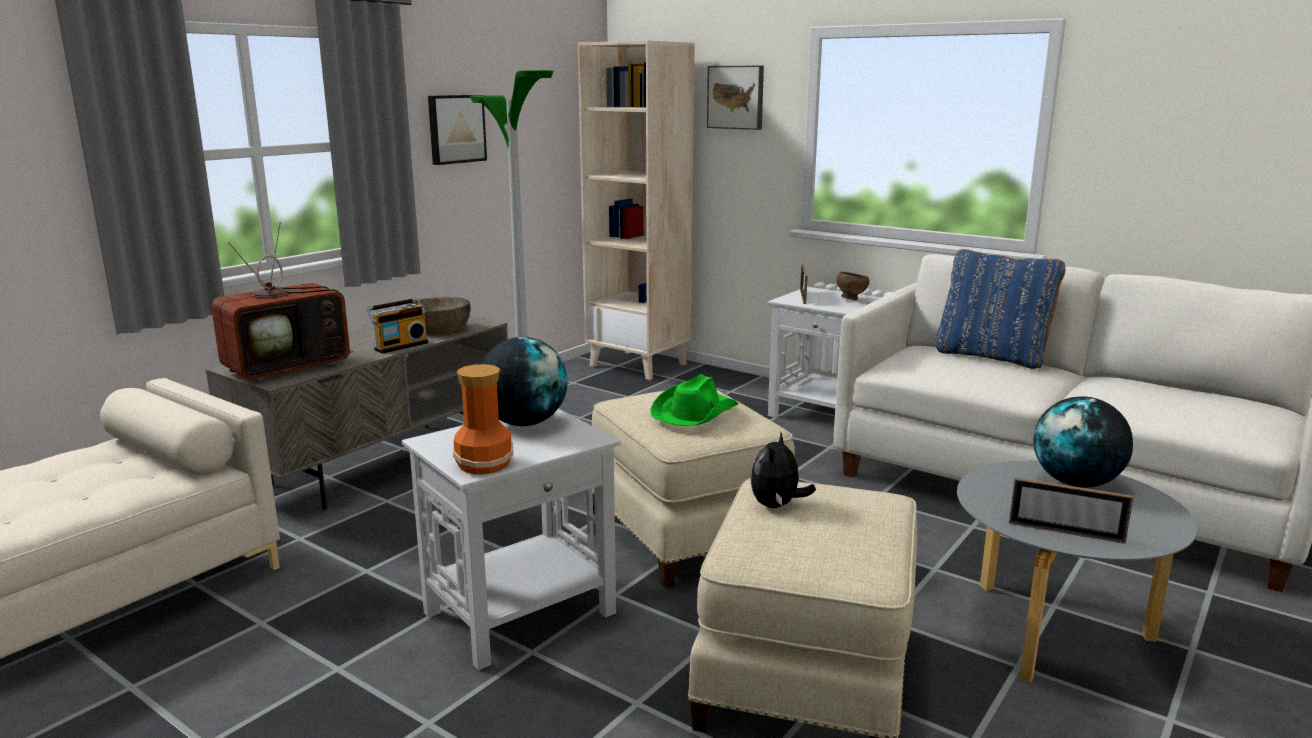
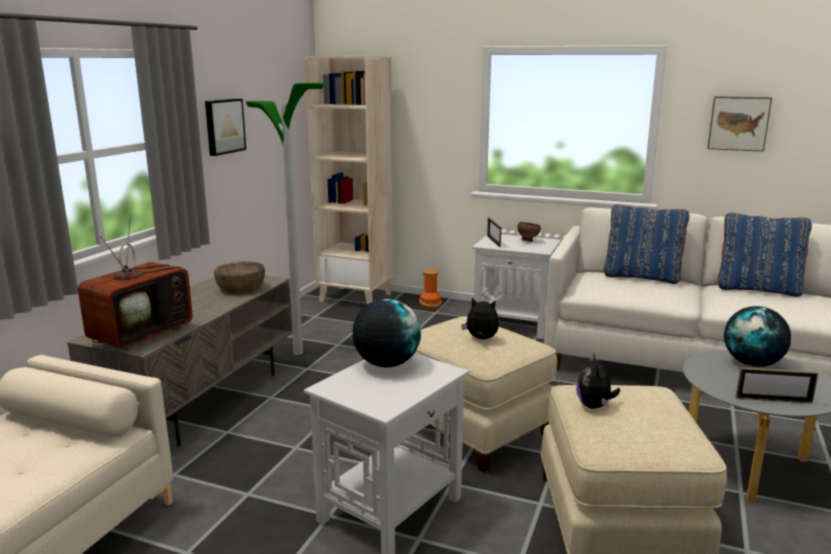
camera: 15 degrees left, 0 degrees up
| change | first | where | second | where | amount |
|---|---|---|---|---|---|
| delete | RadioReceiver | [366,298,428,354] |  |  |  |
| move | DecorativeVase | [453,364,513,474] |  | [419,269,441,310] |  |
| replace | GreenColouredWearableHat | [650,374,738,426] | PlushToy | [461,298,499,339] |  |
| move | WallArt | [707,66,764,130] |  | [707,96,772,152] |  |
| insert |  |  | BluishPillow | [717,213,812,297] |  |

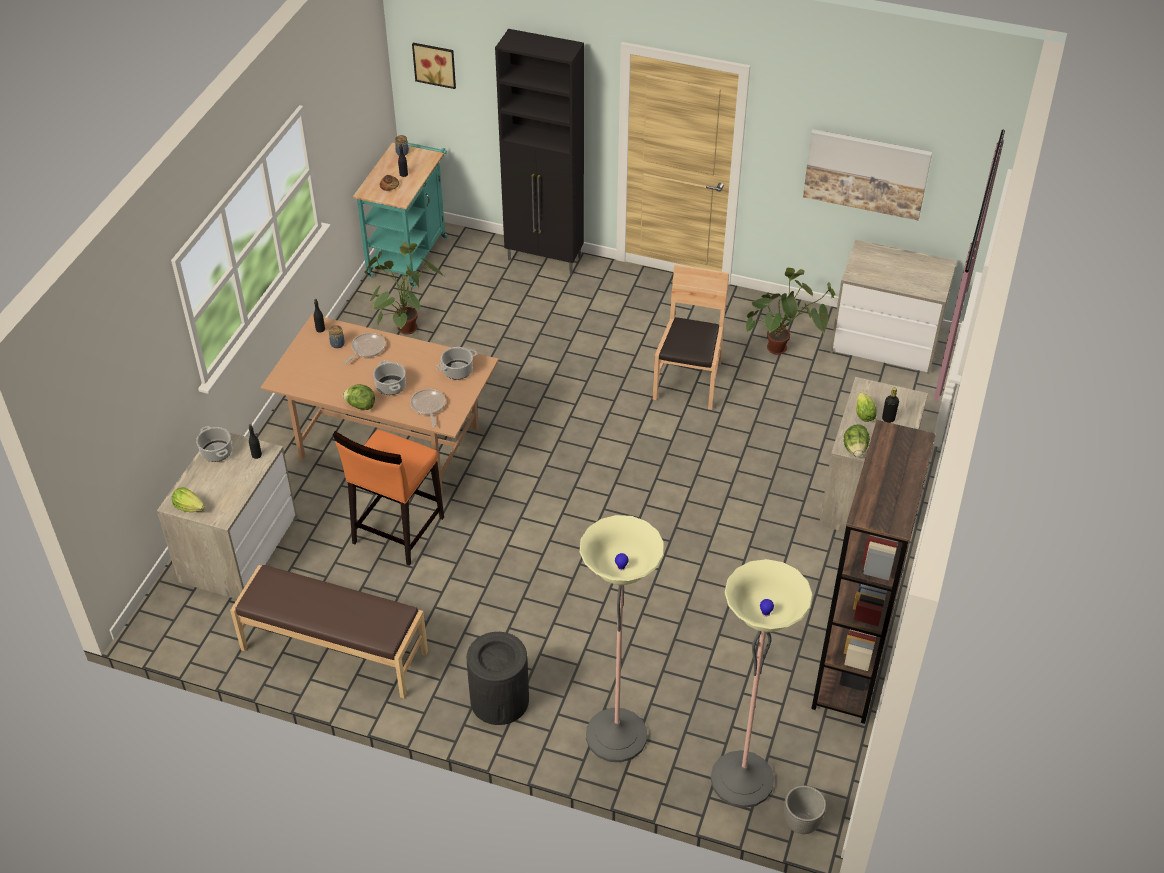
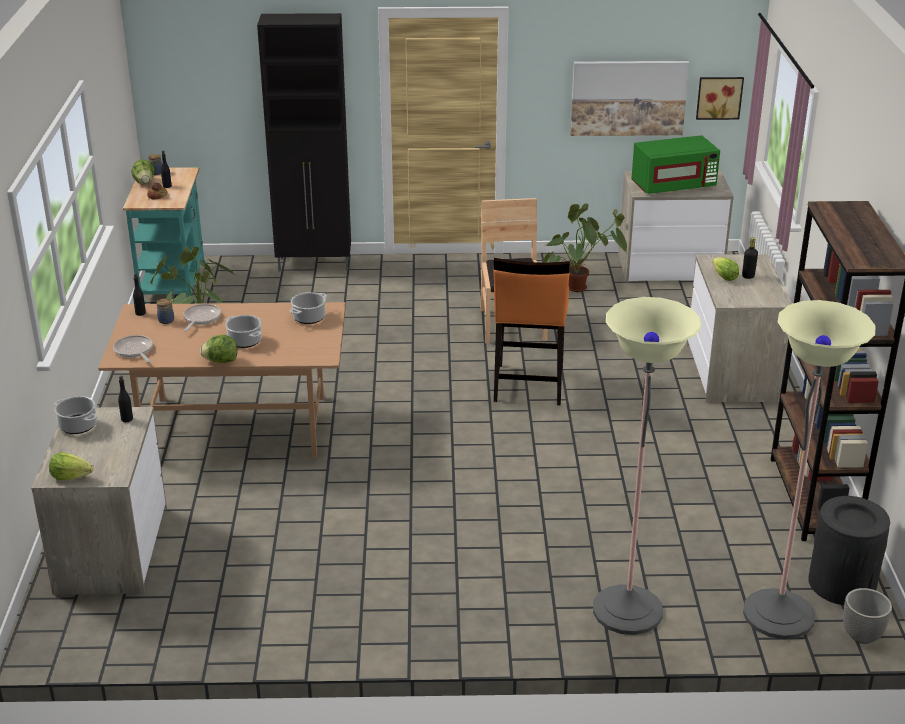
camera: 20 degrees left, 15 degrees down
| change | first | where | second | where | amount |
|---|---|---|---|---|---|
| delete | BrownBench | [230,565,428,698] |  |  |  |
| move | OrangeyStoolSeat | [333,430,444,566] |  | [493,258,570,405] |  |
| move | Pan | [410,389,445,427] |  | [113,335,153,362] |  |
| move | WallArt | [412,43,456,89] |  | [696,77,744,120] |  |
| move | BlackTrashCan | [467,632,529,725] |  | [808,496,890,605] |  |
| move | HeadOfLettuce | [844,424,870,457] |  | [132,159,155,185] |  |
| insert |  |  | GreenColouredKitchenMicrowave | [632,135,720,194] |  |

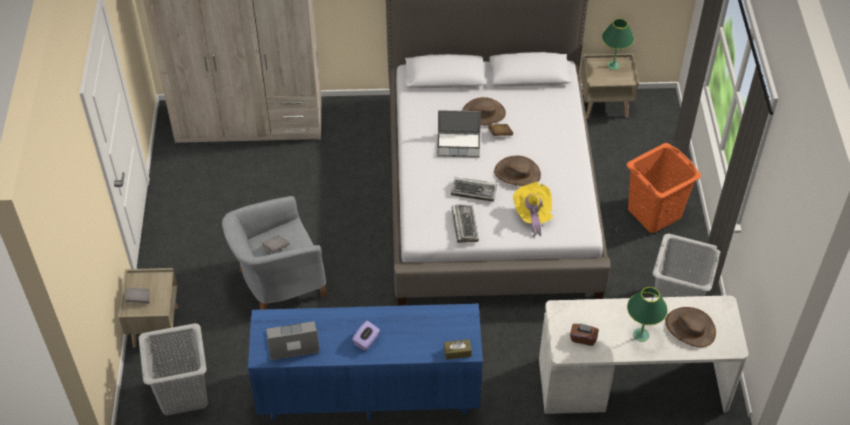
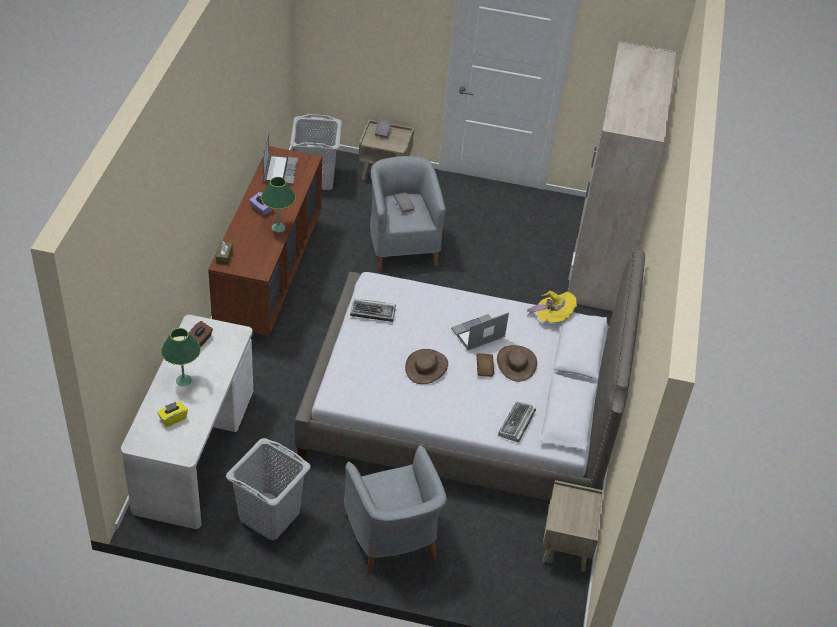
camera: 100 degrees right, 5 degrees down
| change | first | where | second | where | amount |
|---|---|---|---|---|---|
| recolor | BluishChestOfDrawers | [248,304,483,420] | BrownChestOfDrawers | [208,146,322,339] |  |
| rotate | PortableComputer | [437,110,481,158] |  | [451,312,509,350] | 45 degrees clockwise |
| move | PcKeyboard | [451,177,497,202] |  | [498,402,536,443] |  |
| move | YellowColouredWearableHat | [513,181,553,237] |  | [527,291,577,323] |  |
| move | GreenColouredTableLamp | [602,19,634,70] |  | [261,177,296,232] |  |
| replace | OrangeyWashingBasket | [626,143,701,233] | GreyLoungeChair | [344,445,447,574] |  |
| replace | BrownWearableHat | [665,307,716,347] | YellowColouredTissueBox | [157,402,188,427] |  |

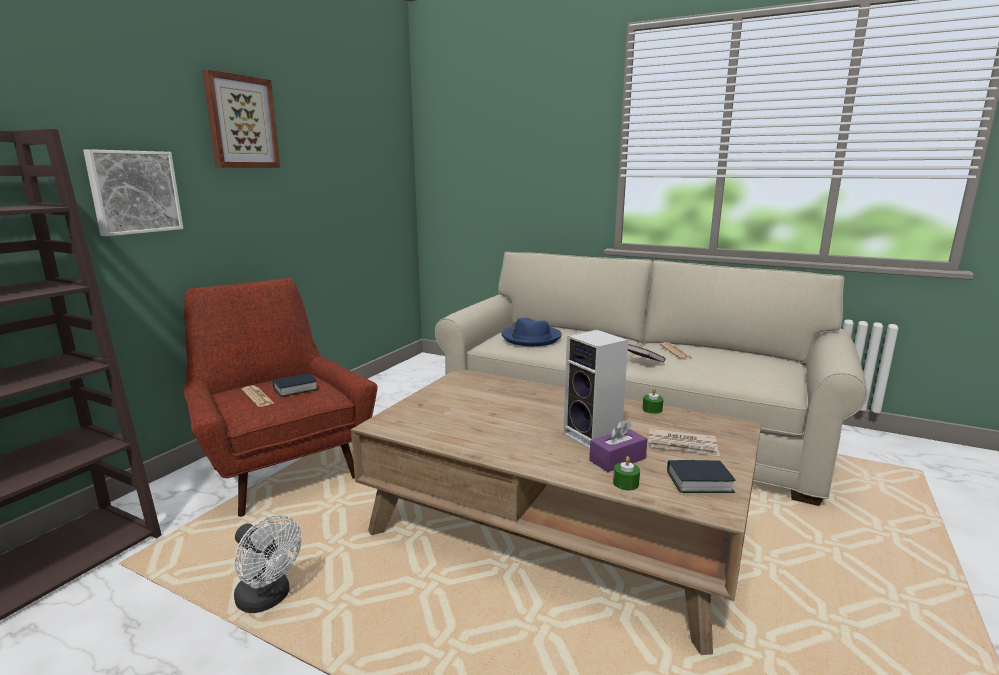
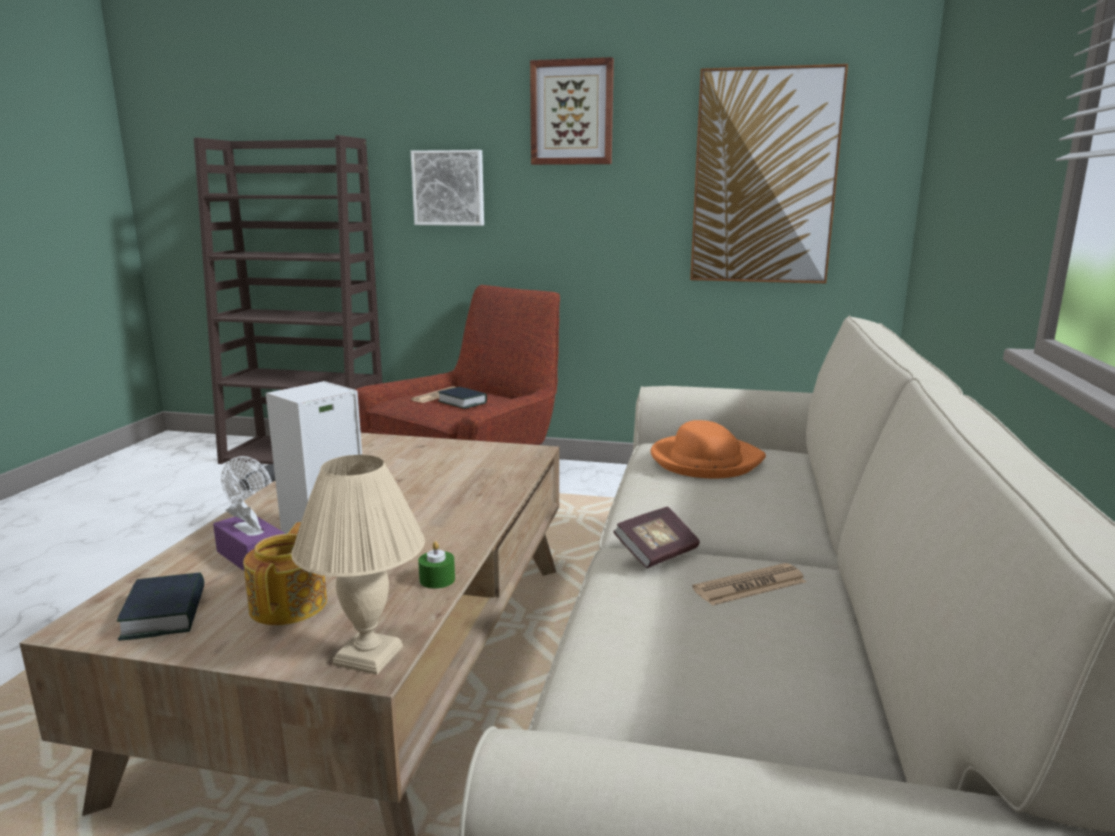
camera: 75 degrees right, 0 degrees up
| change | first | where | second | where | amount |
|---|---|---|---|---|---|
| recolor | BluishWearableHat | [502,318,562,346] | OrangeyWearableHat | [650,420,766,478] |  |
| delete | GreenColouredWaxLight | [613,456,640,490] |  |  |  |
| replace | PrintedPaper | [648,428,720,456] | Teapot | [243,522,327,625] |  |
| insert |  |  | SandColouredTableLamp | [291,455,425,675] |  |
| insert |  |  | WallArt | [690,64,848,283] |  |

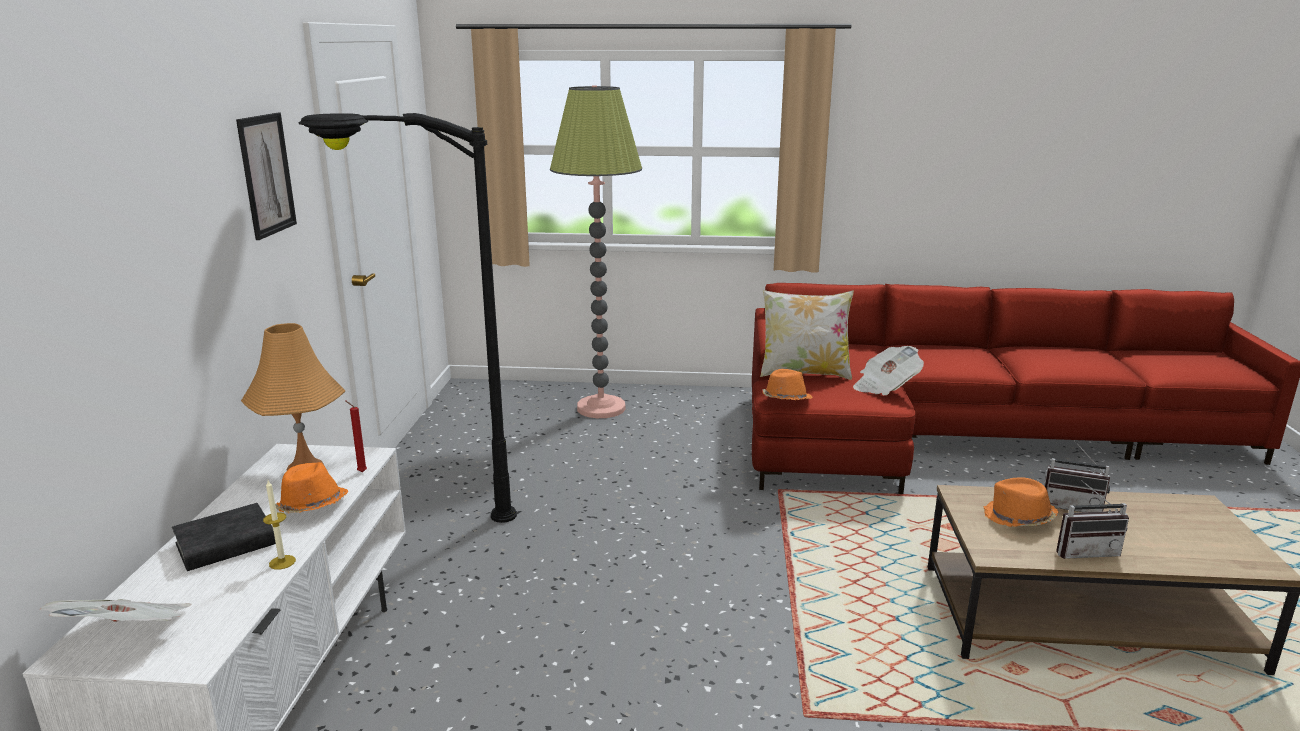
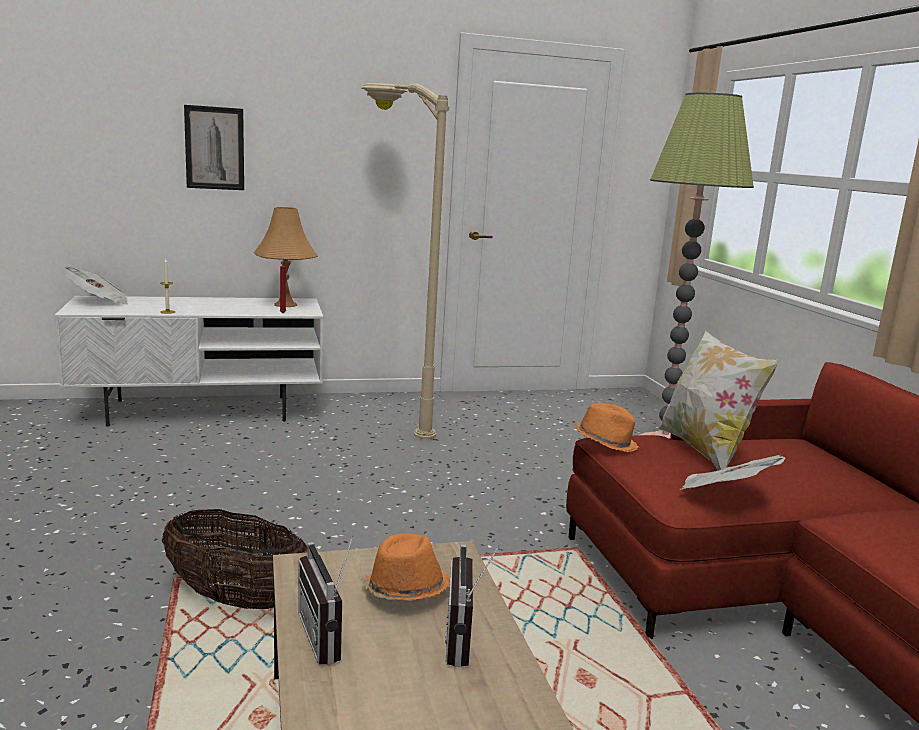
camera: 70 degrees right, 5 degrees down
| change | first | where | second | where | amount |
|---|---|---|---|---|---|
| delete | BlackBook | [172,503,276,571] |  |  |  |
| move | WallArt | [236,113,297,240] |  | [184,105,244,190] |  |
| delete | OrangeyWearableHat | [275,462,348,514] |  |  |  |
| recolor | BlackStandingLamp | [298,113,517,523] | SandColouredStandingLamp | [361,83,449,439] |  |
| insert |  |  | HouseholdBasket | [162,509,308,609] |  |

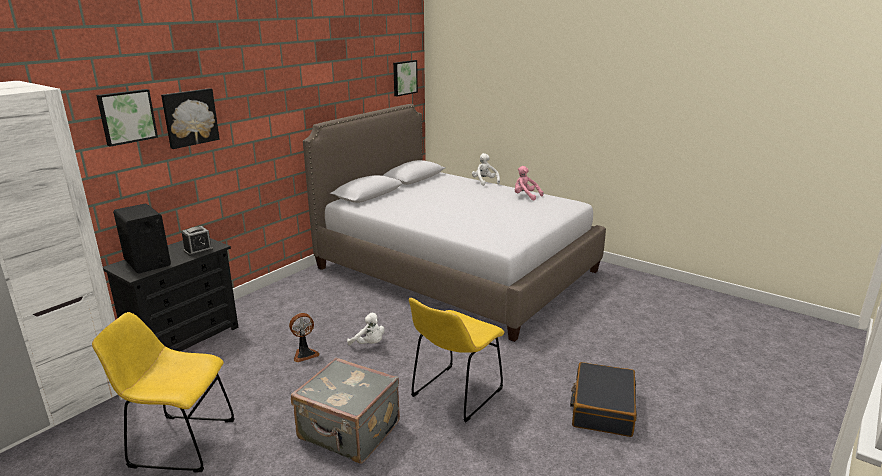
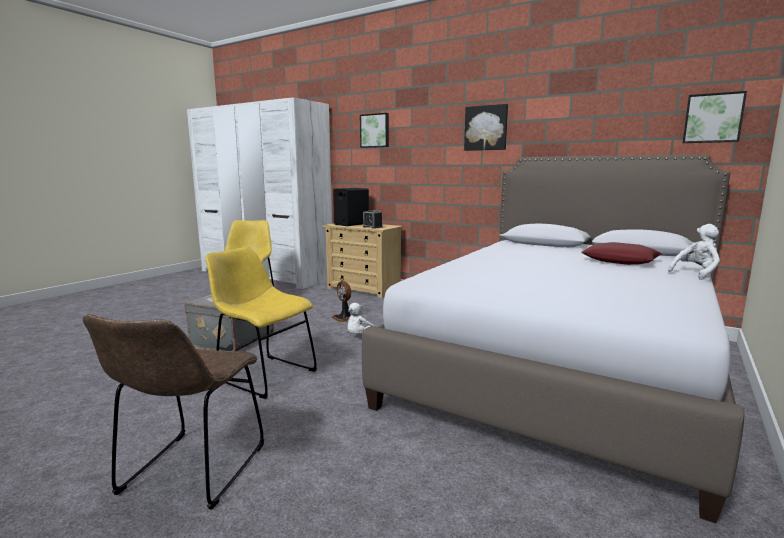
camera: 85 degrees right, 10 degrees down
| change | first | where | second | where | amount |
|---|---|---|---|---|---|
| recolor | BlackChestOfDrawers | [103,238,239,352] | SandColouredChestOfDrawers | [323,223,403,298] |  |
| move | WallArt | [161,88,220,149] |  | [464,104,508,151] |  |
| delete | PinkPlushToy | [515,166,544,200] |  |  |  |
| replace | BlackTravelCase | [570,362,637,437] | BrownUprightChair | [83,314,264,510] |  |
| insert |  |  | RedPillow | [581,242,662,265] |  |

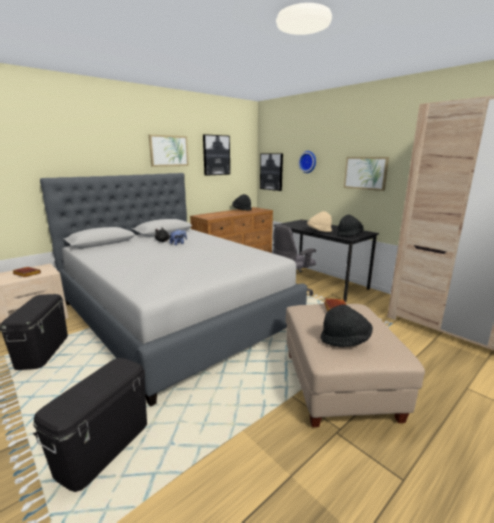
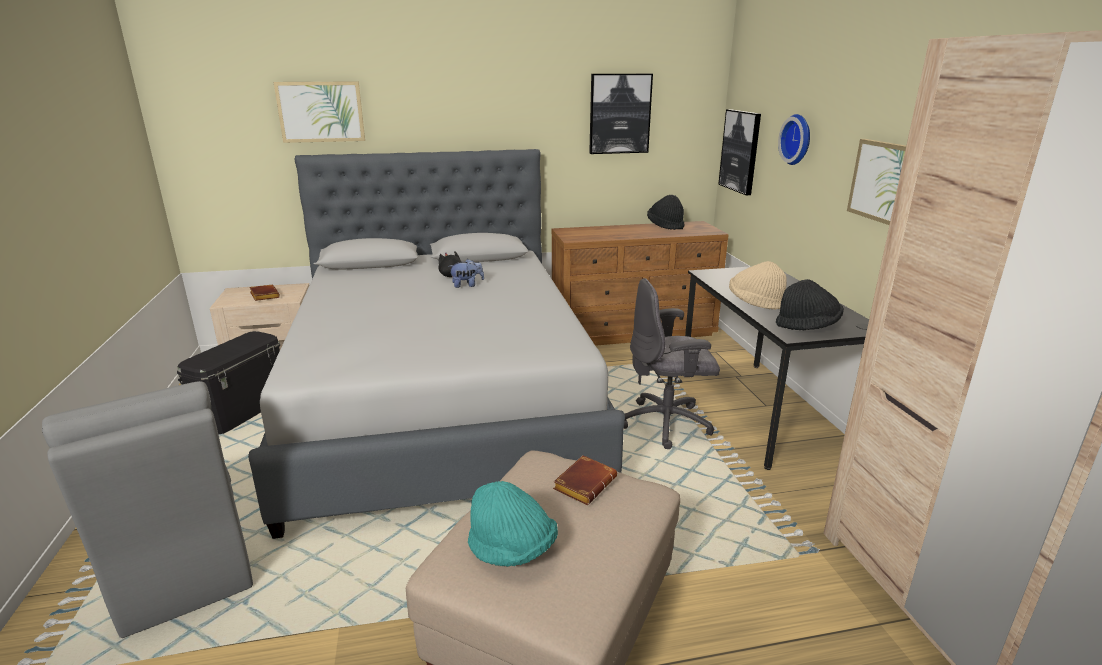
camera: 30 degrees right, 5 degrees up
| change | first | where | second | where | amount |
|---|---|---|---|---|---|
| replace | BlackStorageContainer | [33,358,147,492] | GreyUprightChair | [42,381,253,638] |  |
| move | WallArt | [149,135,189,167] |  | [274,81,365,143] |  |
| recolor | BlackWearableHat | [321,304,373,347] | BlueGreenWearableHat | [468,481,558,567] |  |

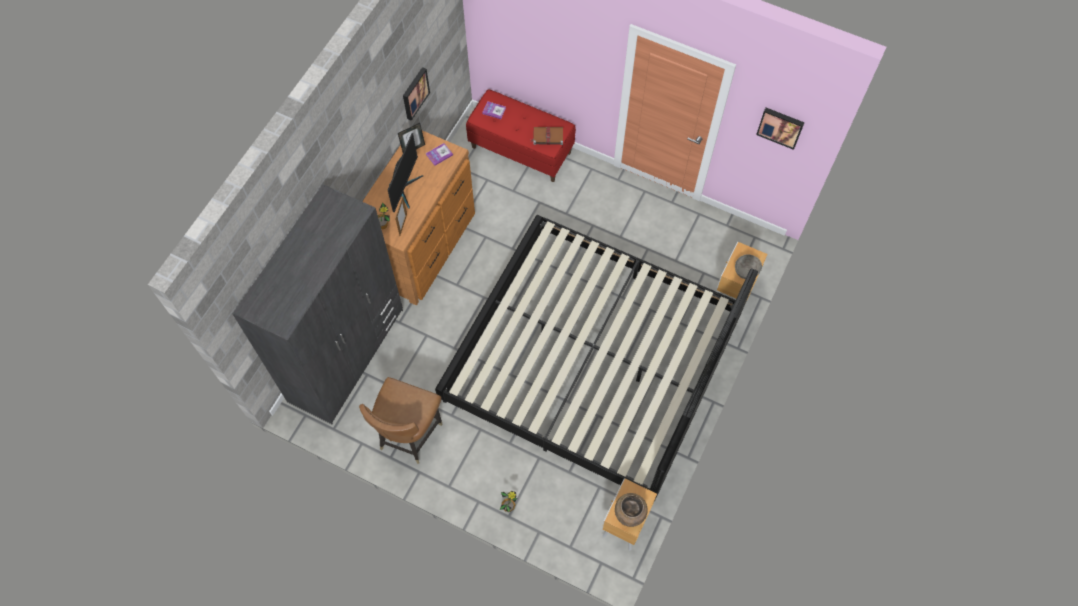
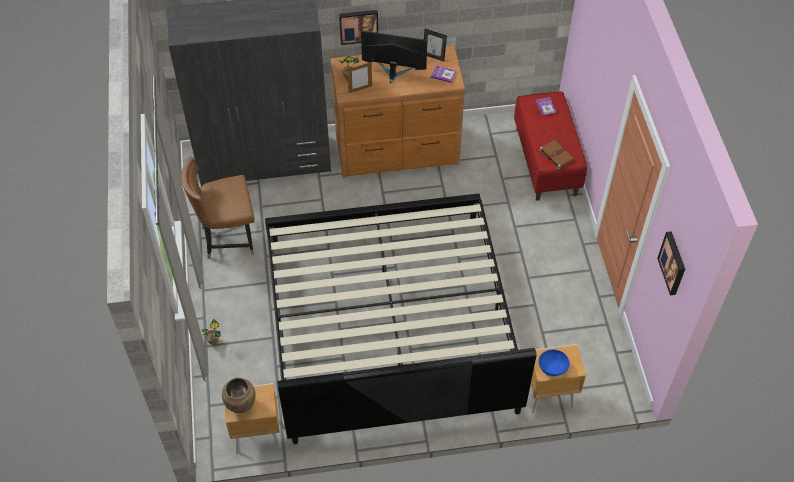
camera: 55 degrees right, 10 degrees down
| change | first | where | second | where | amount |
|---|---|---|---|---|---|
| rotate | ComputerDisplay | [388,133,423,212] |  | [361,30,427,83] | 150 degrees counterclockwise |
| move | WallArt | [403,67,430,121] |  | [339,10,378,45] |  |
| recolor | GreyDeepDish | [735,254,762,279] | BluishDeepDish | [539,349,570,376] |  |

